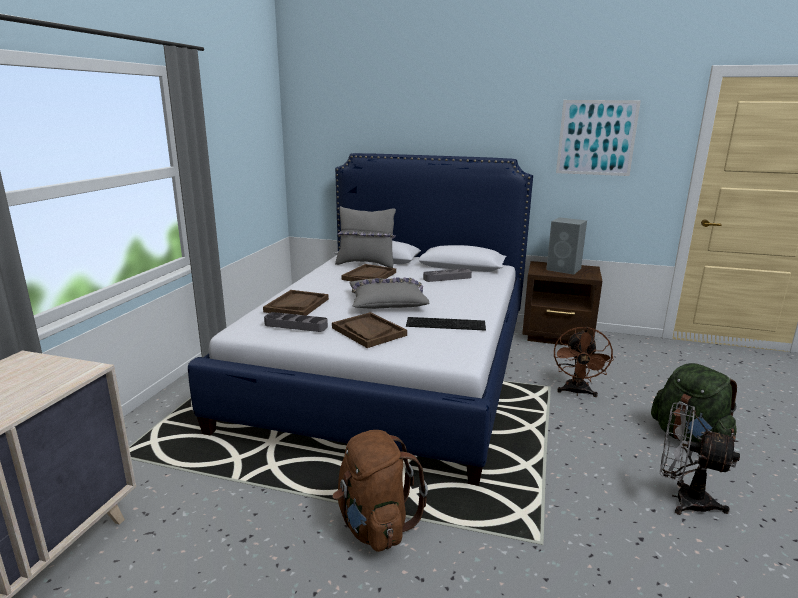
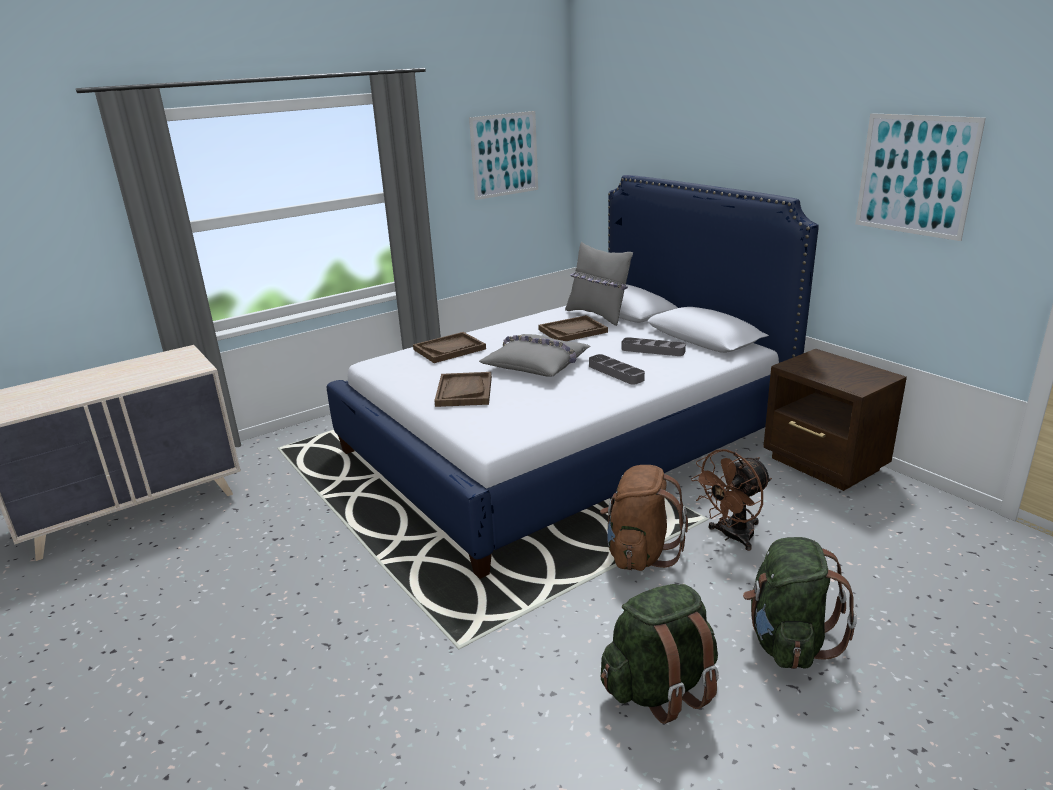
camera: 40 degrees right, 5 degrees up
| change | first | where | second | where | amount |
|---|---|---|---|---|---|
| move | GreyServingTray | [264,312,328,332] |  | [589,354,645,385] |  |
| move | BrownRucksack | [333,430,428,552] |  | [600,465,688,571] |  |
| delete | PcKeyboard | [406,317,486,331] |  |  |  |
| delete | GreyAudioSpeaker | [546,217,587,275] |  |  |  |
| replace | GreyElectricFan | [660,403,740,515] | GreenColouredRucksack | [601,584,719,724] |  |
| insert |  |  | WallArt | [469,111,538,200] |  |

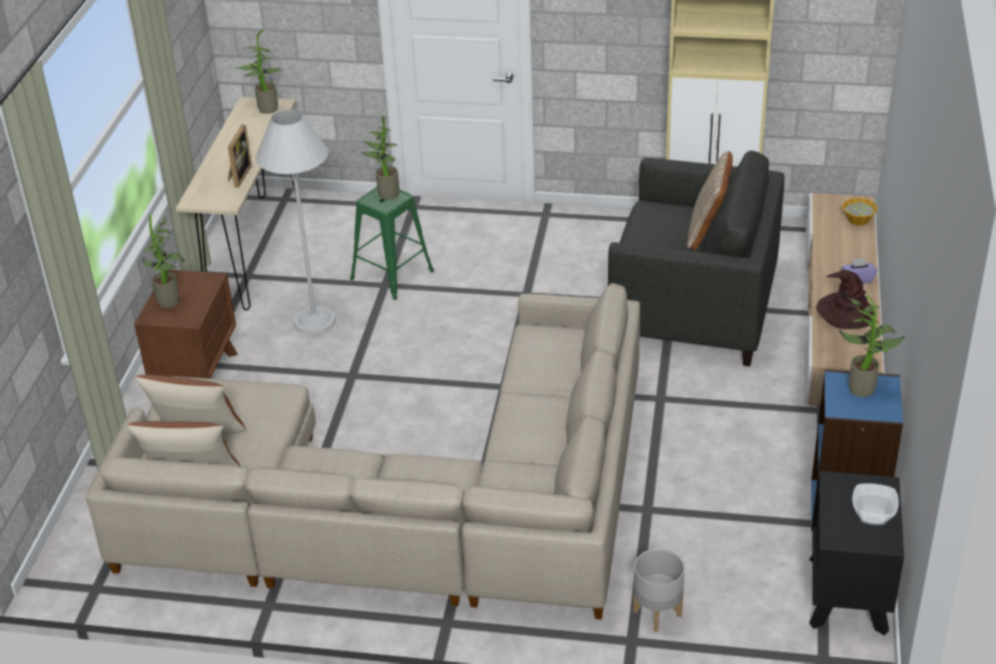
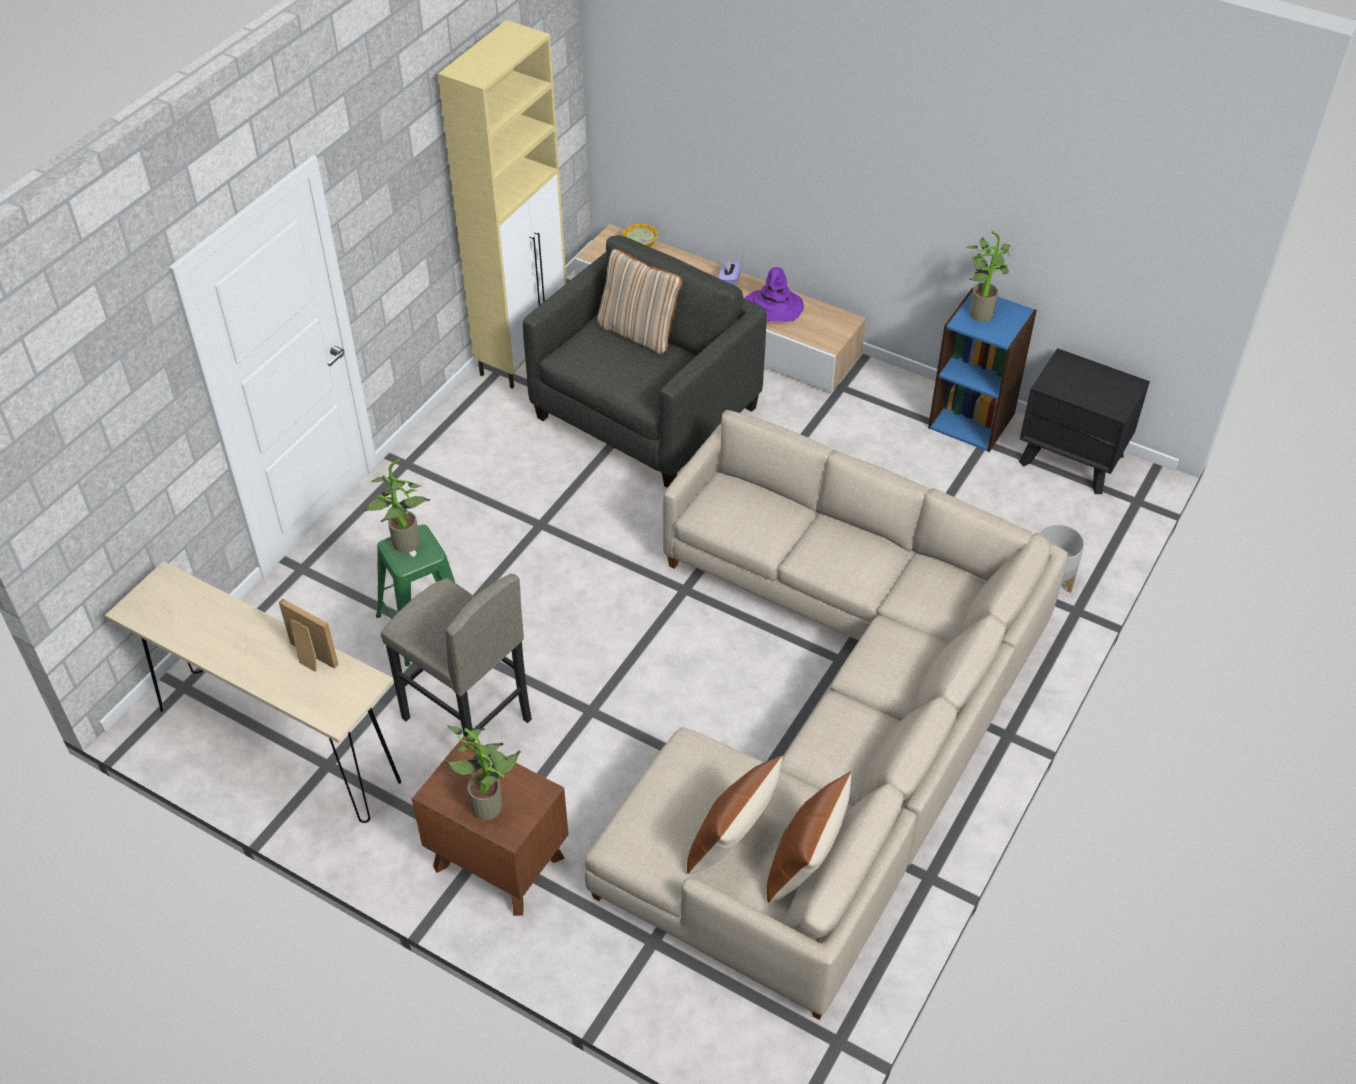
camera: 70 degrees left, 10 degrees up
| change | first | where | second | where | amount |
|---|---|---|---|---|---|
| delete | PlantInAPot | [235,30,281,114] |  |  |  |
| replace | WhiteStandingLamp | [256,109,336,334] | GreyStoolSeat | [381,574,532,737] |  |
| recolor | BrownWearableHat | [816,269,874,329] | PurplishWearableHat | [744,267,804,322] |  |
| delete | DeepDish | [852,483,899,525] |  |  |  |

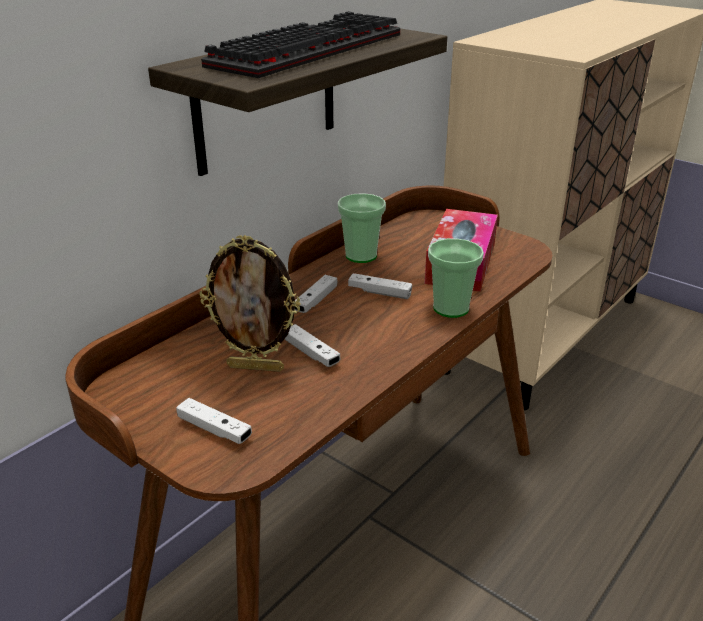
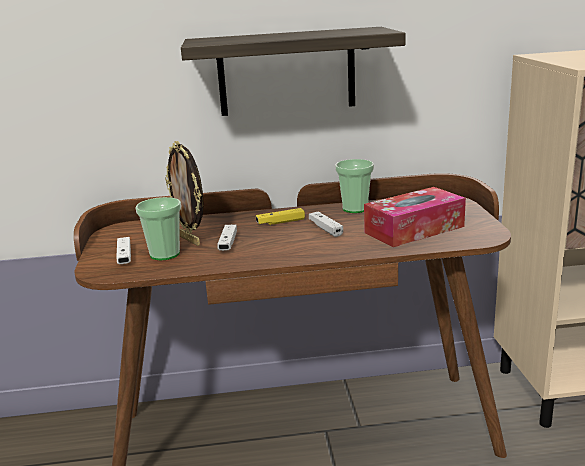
camera: 45 degrees right, 10 degrees down
| change | first | where | second | where | amount |
|---|---|---|---|---|---|
| delete | PcKeyboard | [201,11,400,78] |  |  |  |
| recolor | WhiteGameController | [295,275,337,313] | YellowColouredGameController | [256,208,305,225] |  |
| move | Cup | [428,239,484,318] |  | [135,197,181,260] |  |

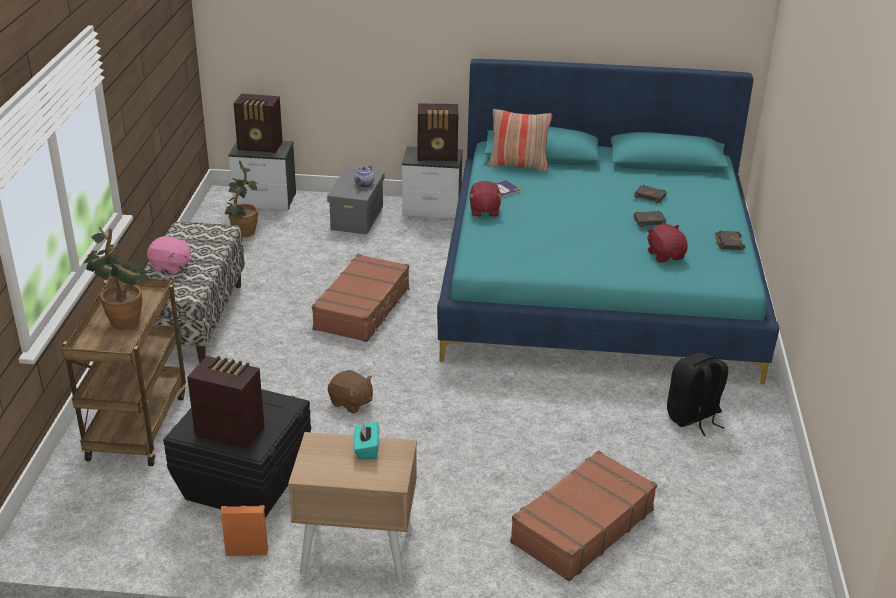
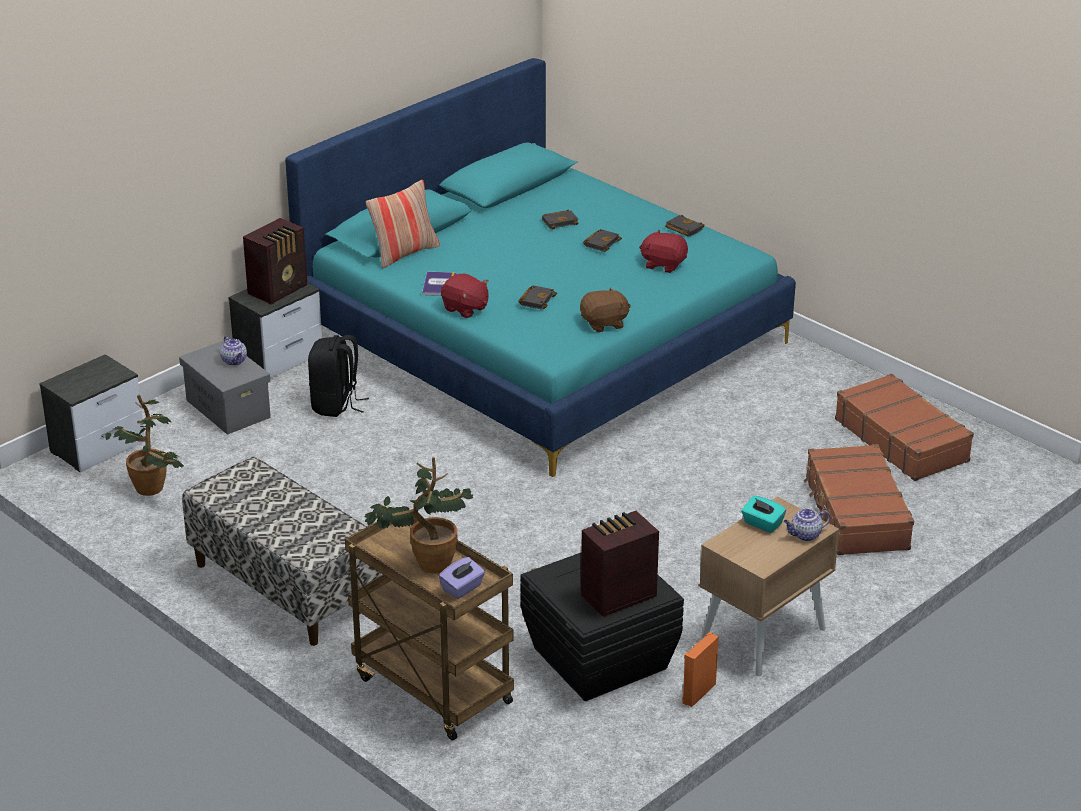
camera: 50 degrees left, 0 degrees up
| change | first | where | second | where | amount |
|---|---|---|---|---|---|
| delete | PinkPlushToy | [147,236,192,275] |  |  |  |
| delete | RadioReceiver | [233,94,283,153] |  |  |  |
| move | BrownTravelCase | [312,254,410,342] |  | [835,373,974,481] |  |
| move | BrownPlushToy | [328,370,373,414] |  | [580,287,631,332] |  |
| move | BlackRucksack | [667,352,728,436] |  | [308,335,369,417] |  |
| insert |  |  | PurplishTissueBox | [439,557,485,599] |  |
| insert |  |  | BlackBook | [518,285,557,310] |  |
| insert |  |  | Teapot | [783,509,831,541] |  |

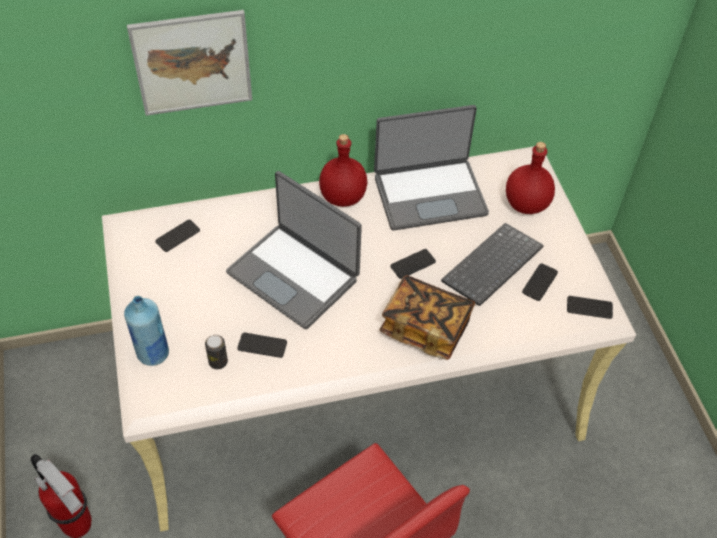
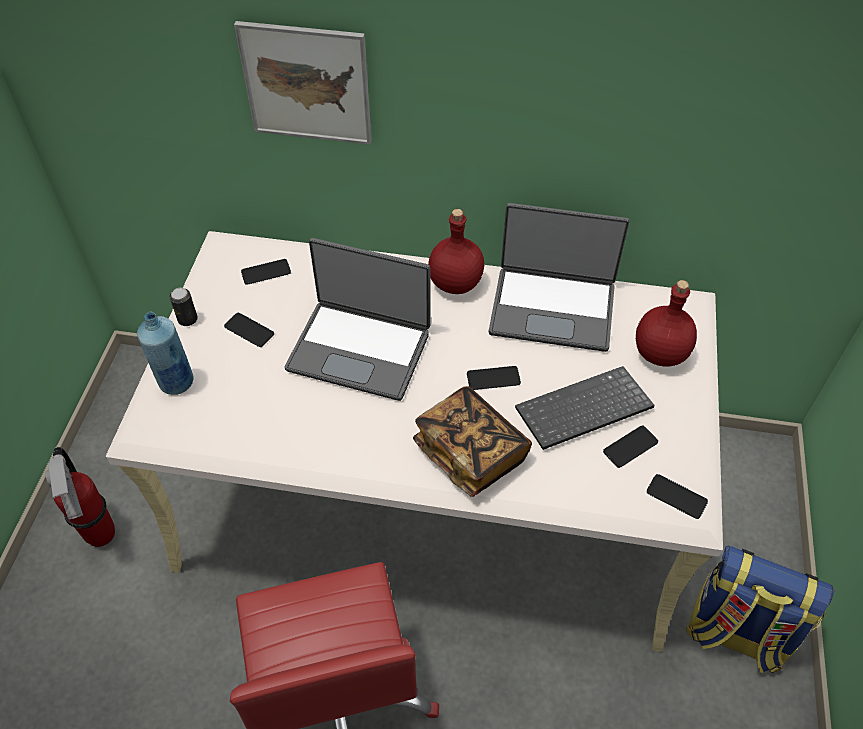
camera: 25 degrees right, 0 degrees up
| change | first | where | second | where | amount |
|---|---|---|---|---|---|
| move | MetalCan | [205,335,228,369] |  | [170,288,198,326] |  |
| rotate | PortableComputer | [226,171,362,329] |  | [285,238,431,401] | 45 degrees counterclockwise |
| move | Phone | [238,333,287,358] |  | [224,313,274,347] |  |
| insert |  |  | Rucksack | [687,545,834,673] |  |

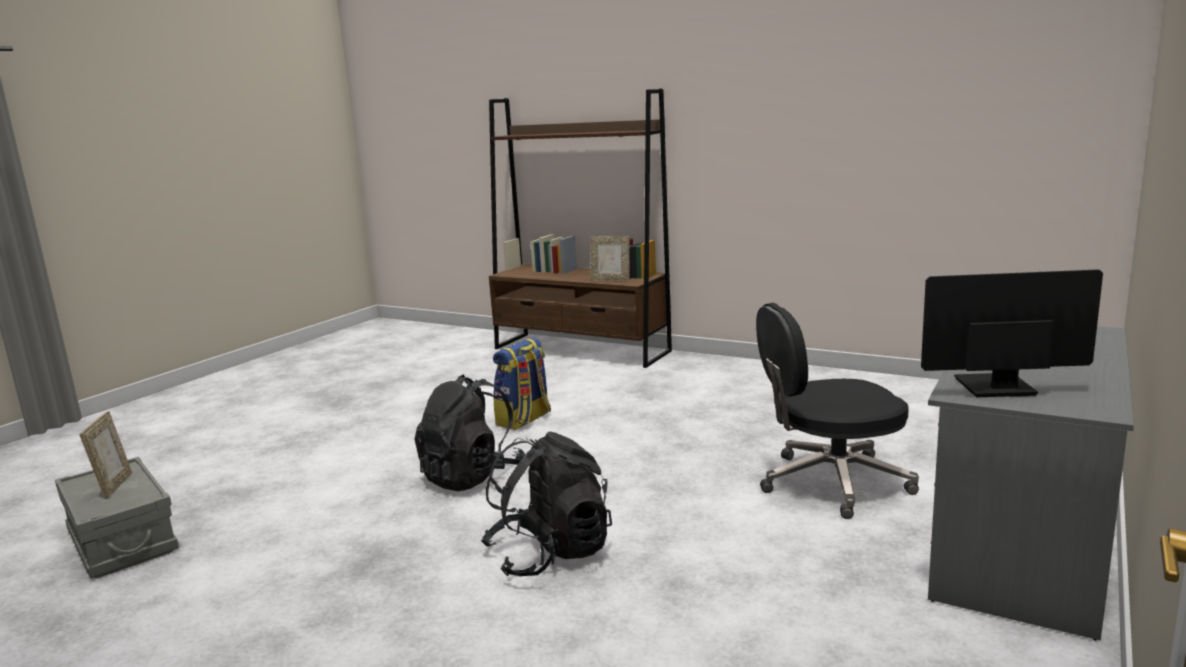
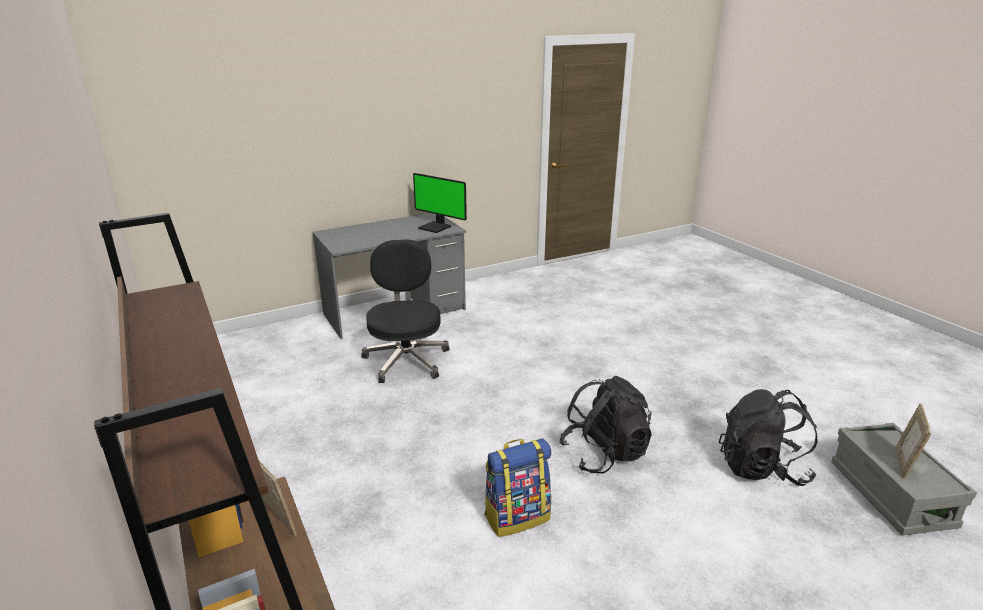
camera: 150 degrees left, 10 degrees up
| change | first | where | second | where | amount |
|---|---|---|---|---|---|
| move | BlackRucksack | [481,432,612,577] |  | [719,389,818,486] |  |
| rotate | BlackOfficeChair | [756,303,919,519] |  | [361,239,450,383] | 120 degrees counterclockwise |

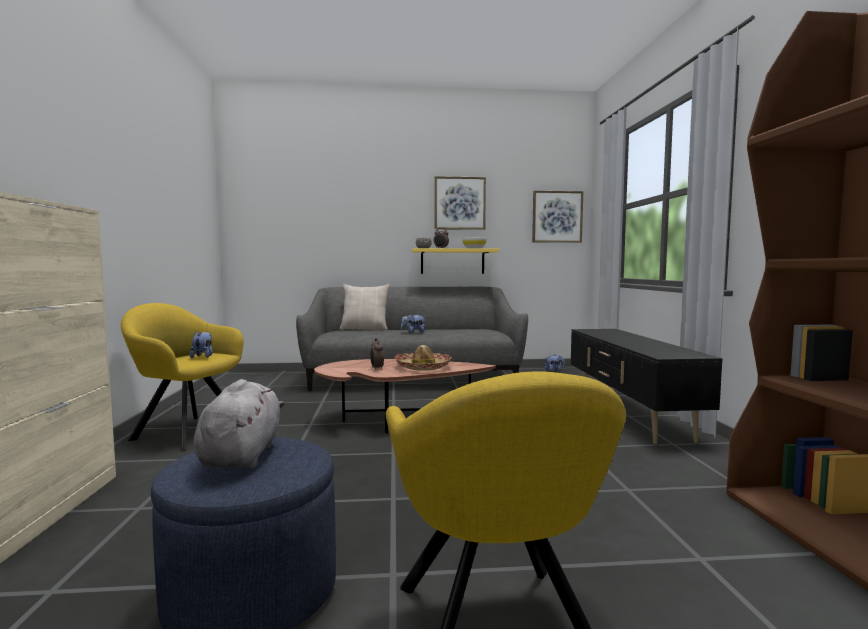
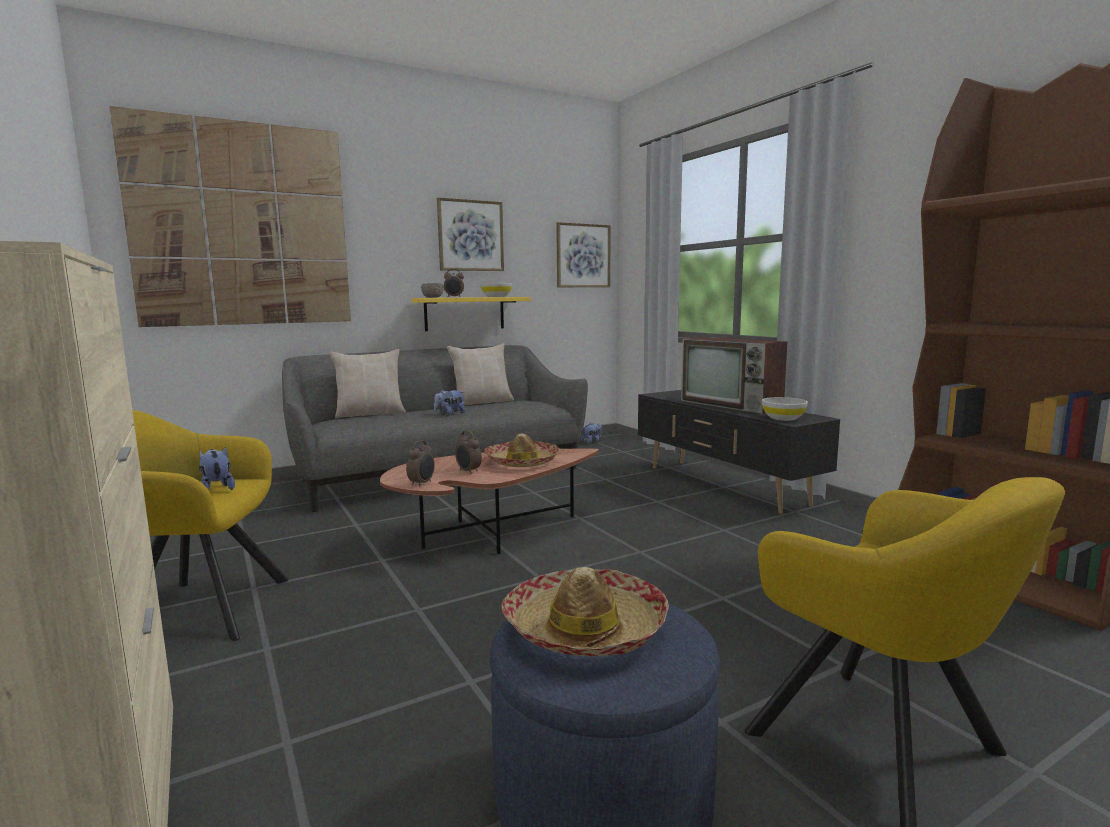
camera: 25 degrees left, 5 degrees up
| change | first | where | second | where | amount |
|---|---|---|---|---|---|
| replace | GreyPlushToy | [194,379,284,469] | WearableHat | [501,567,669,656] |  |
| insert |  |  | WallArt | [109,106,351,327] |  |
| insert |  |  | AlarmClock | [406,440,435,487] |  |
| insert |  |  | SandColouredPillow | [447,343,514,405] |  |
| insert |  |  | TvSet | [681,337,787,414] |  |
| insert |  |  | WhiteDeepDish | [762,397,808,421] |  |

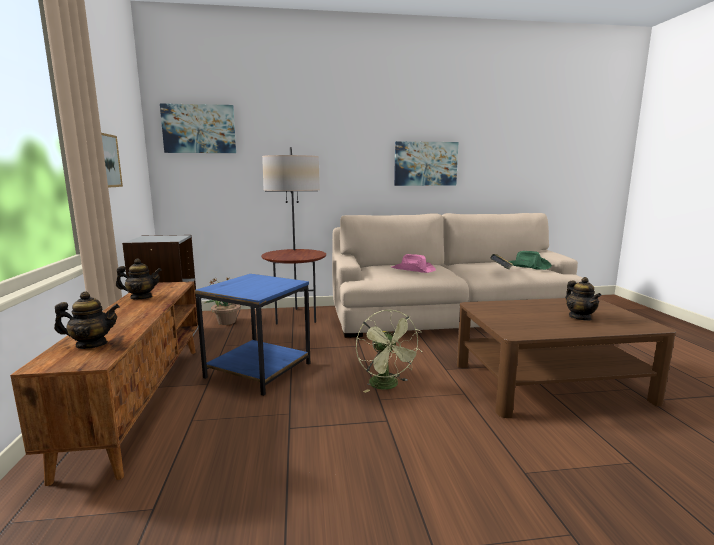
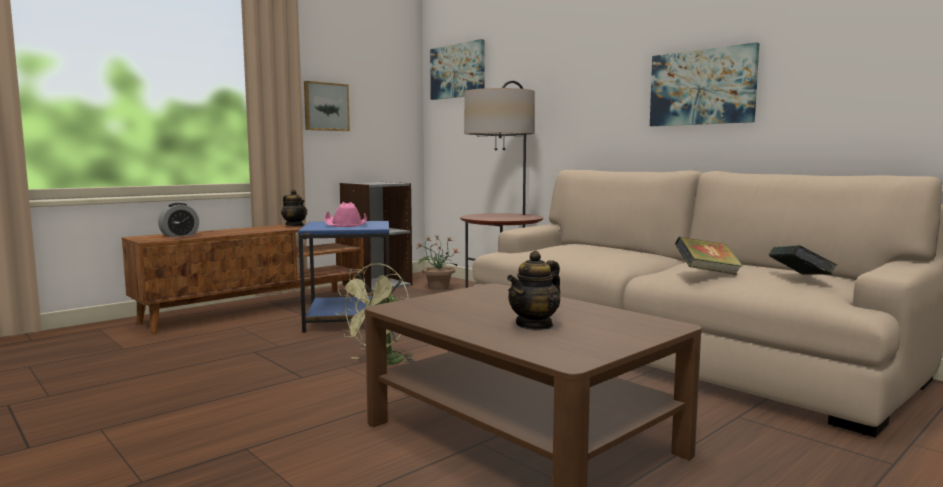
camera: 55 degrees right, 5 degrees down
| change | first | where | second | where | amount |
|---|---|---|---|---|---|
| replace | Teapot | [54,291,120,349] | AlarmClock | [158,203,199,237] |  |
| move | PinkWearableHat | [391,254,436,273] |  | [324,202,367,227] |  |
| replace | GreenColouredWearableHat | [509,251,552,270] | Book | [769,245,837,275] |  |

